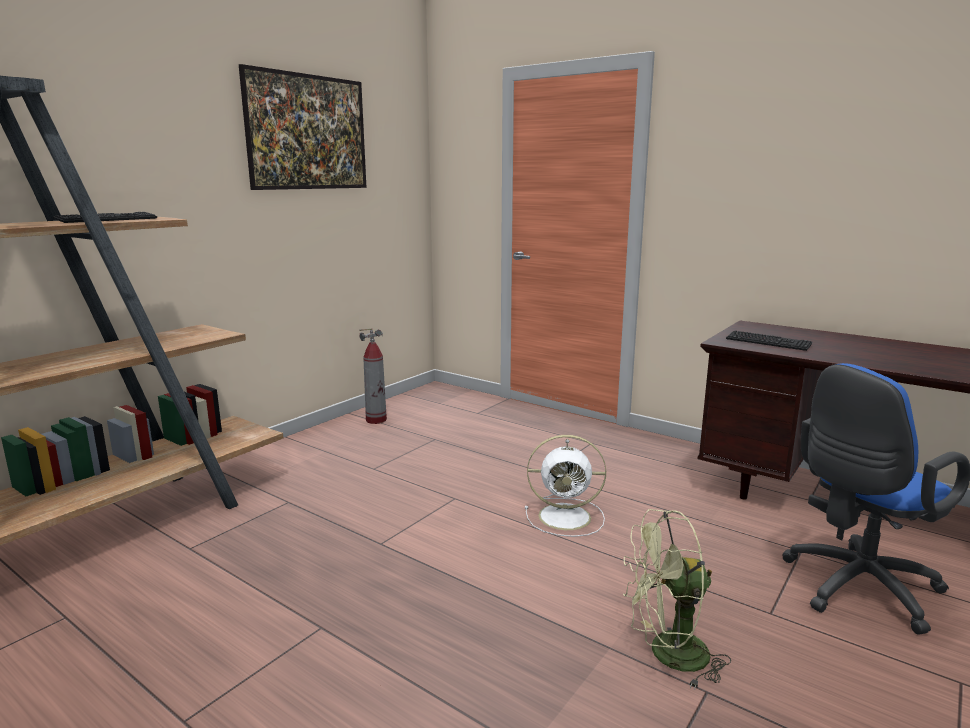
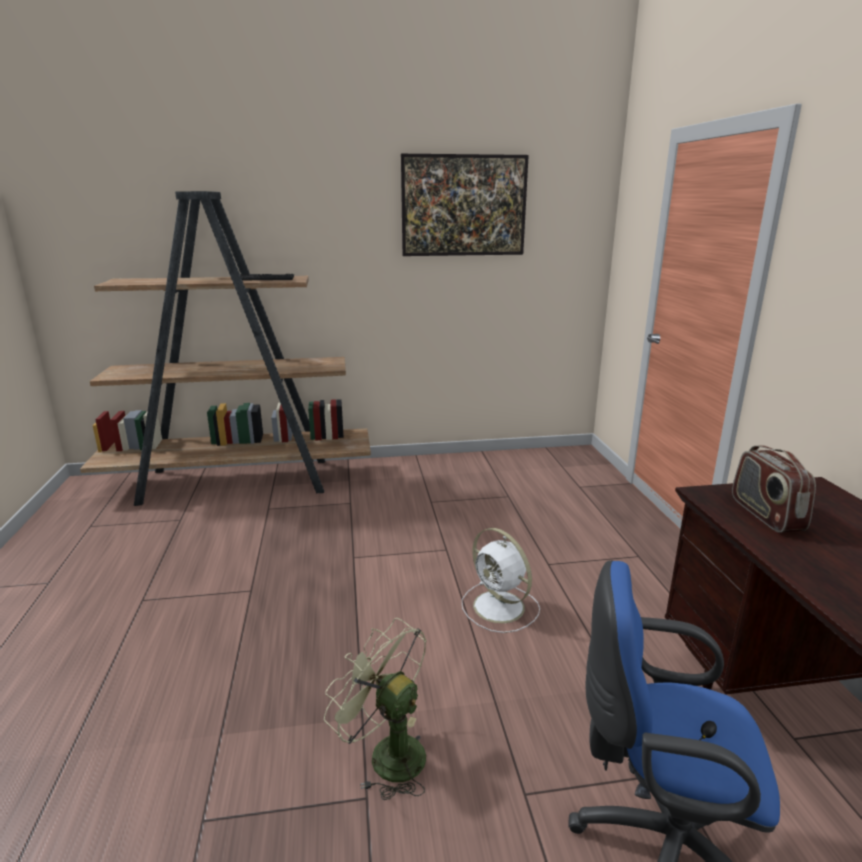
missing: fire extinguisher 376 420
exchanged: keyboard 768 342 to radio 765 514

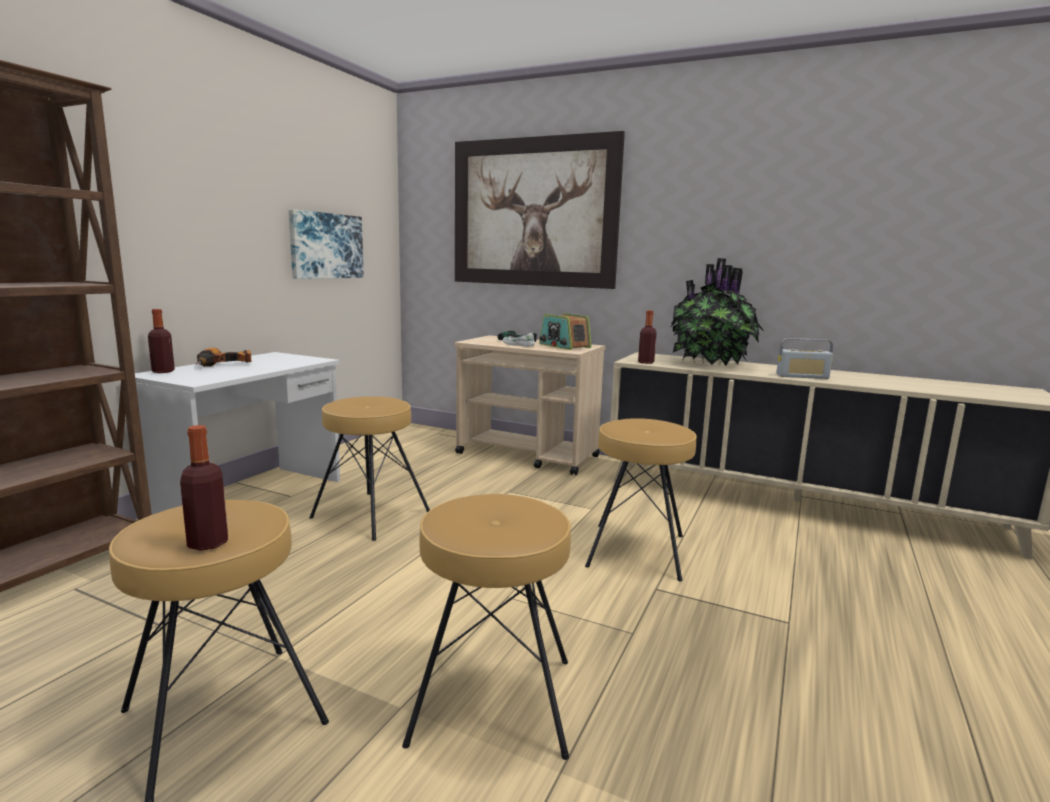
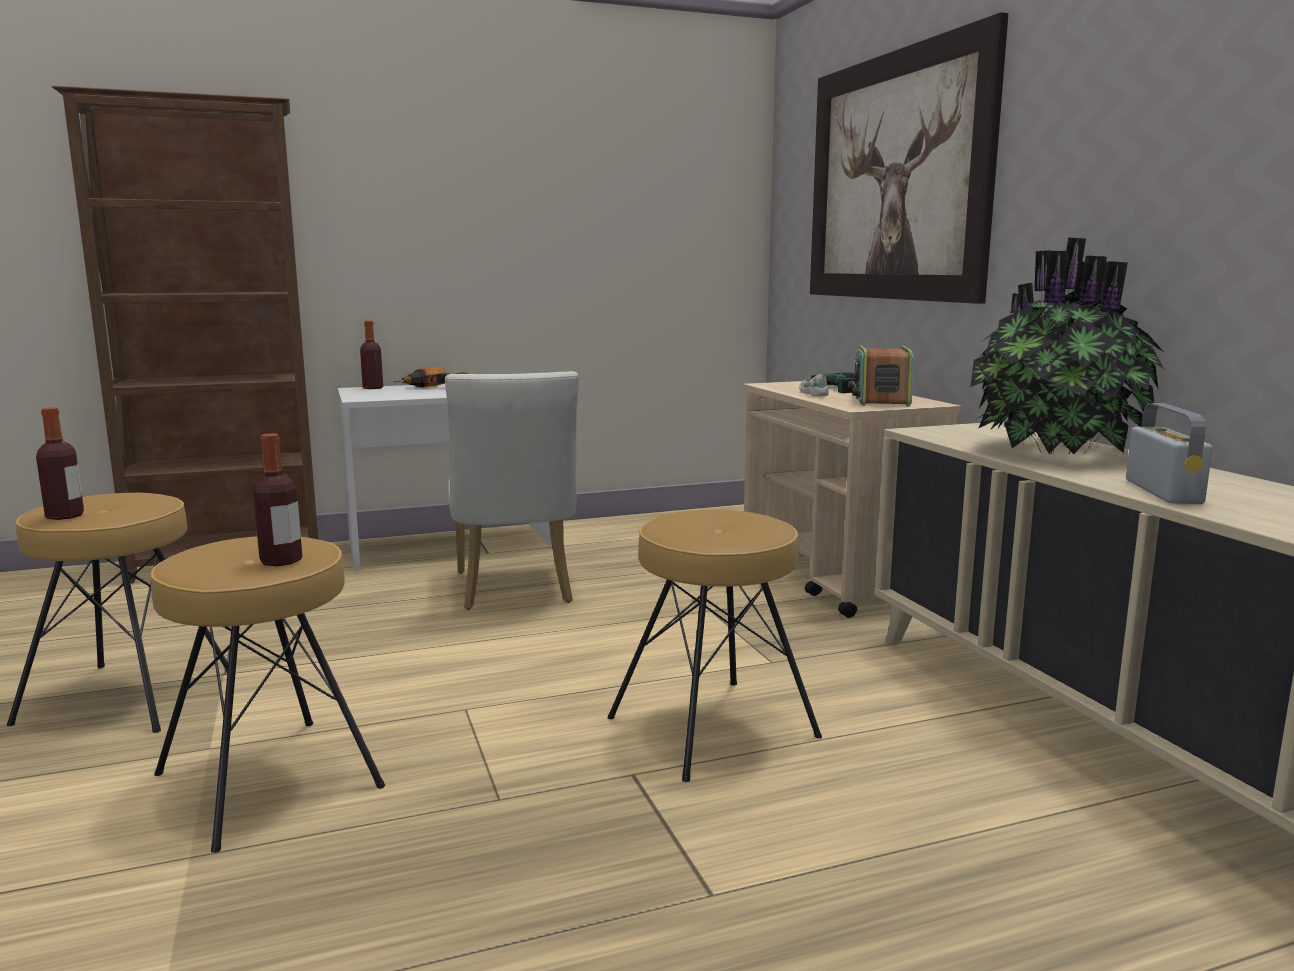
missing: picture 326 246
relocated: bottle 646 362 to 281 561
exchanged: stool (brown) 370 515 to chair (white) 515 590
spun: radio 802 376 = 1162 491 135 degrees counterclockwise

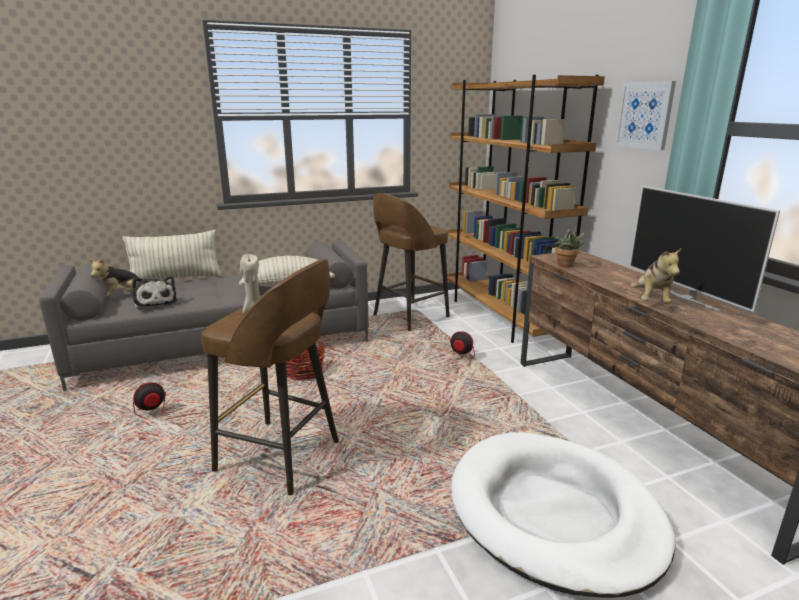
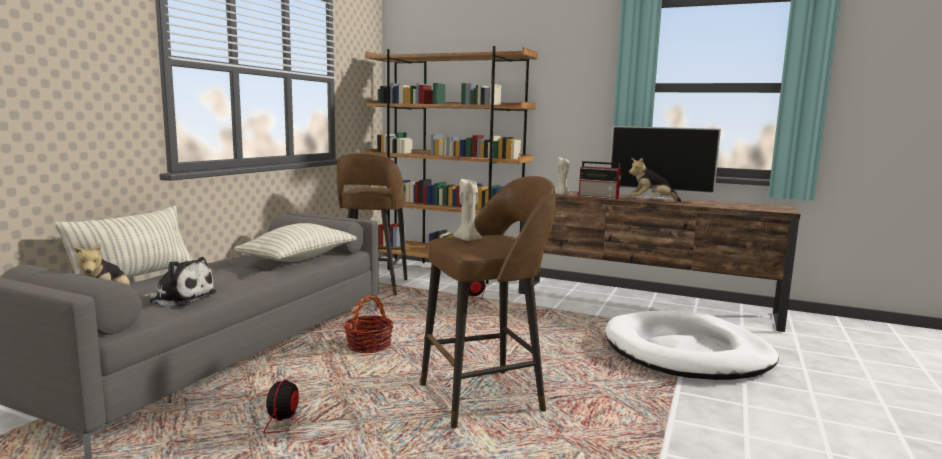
missing: picture 645 115
appeared: radio 599 197
exchanged: potted plant 566 266 to candle (beige) 561 194
spun: plush toy 651 301 = 651 201 120 degrees clockwise

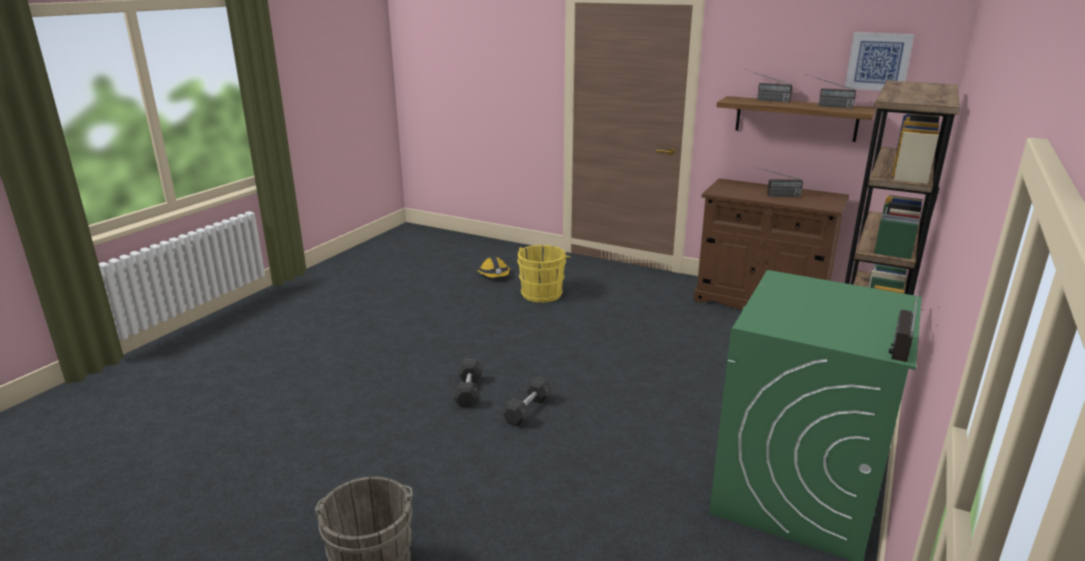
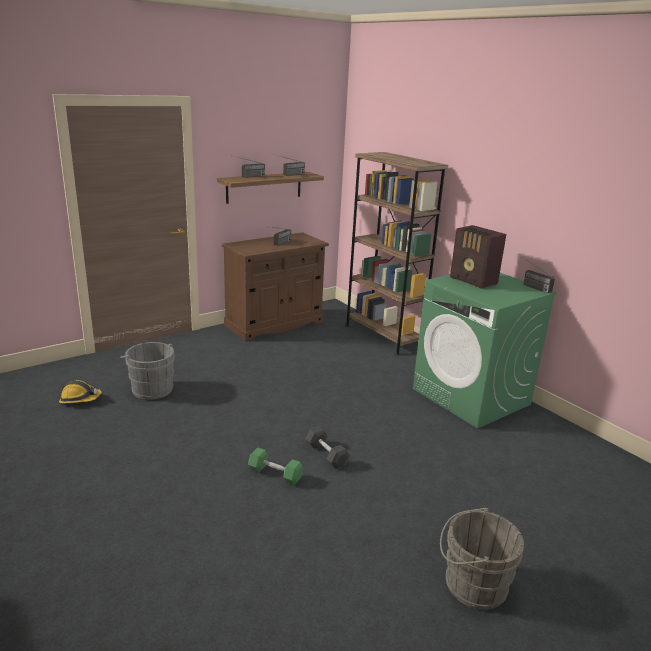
missing: picture 878 61
appeared: radio 473 281
colour: bucket (yellow) 543 293 to bucket (grey) 151 388; dumbbell (grey) 468 392 to dumbbell (green) 275 474

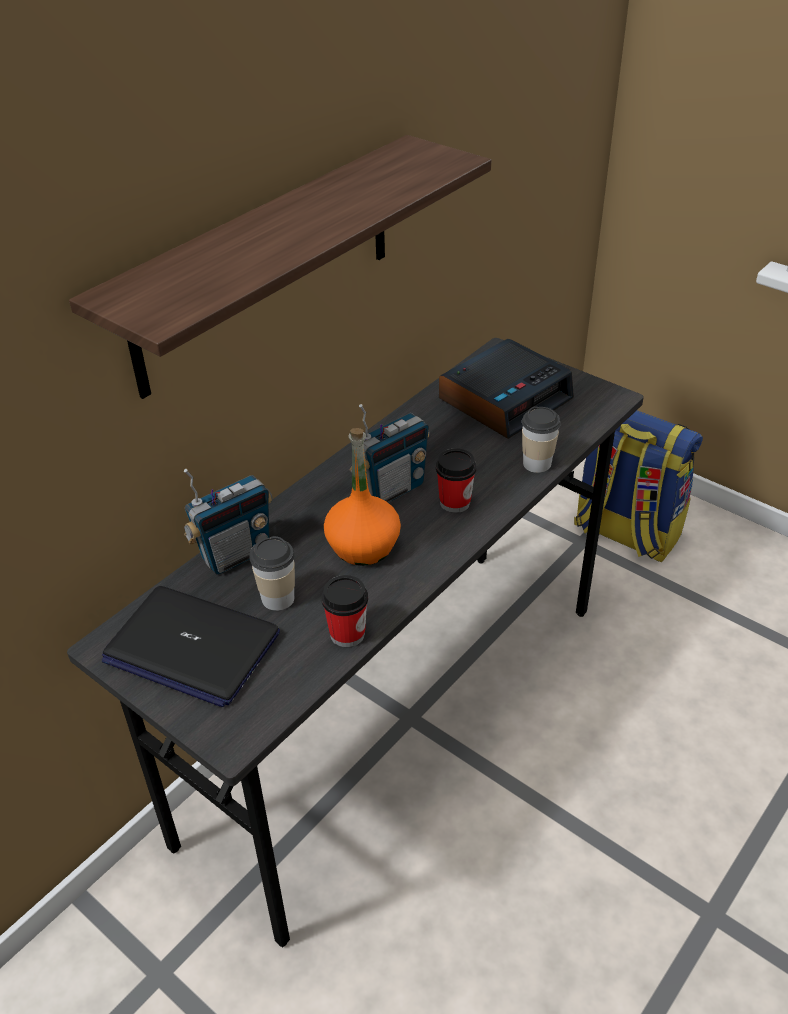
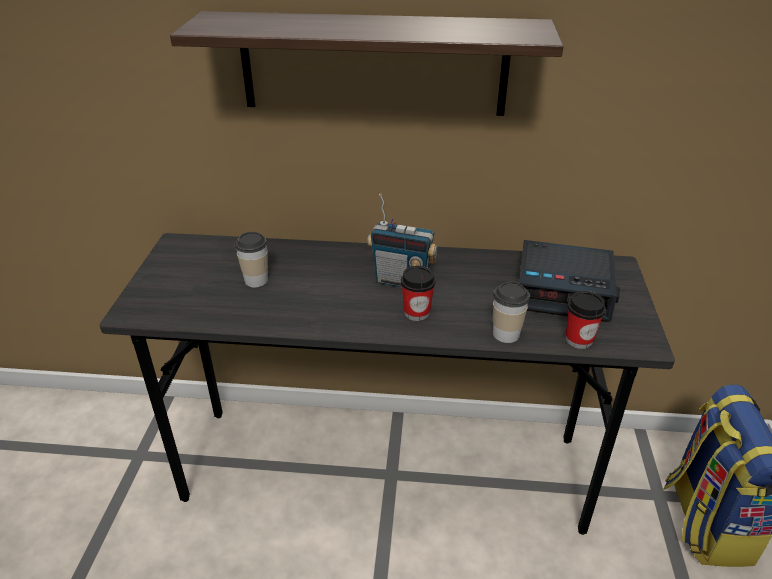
missing: laptop 191 647; radio 235 555; bottle (orange) 363 546
relocated: cup 347 634 to 579 339

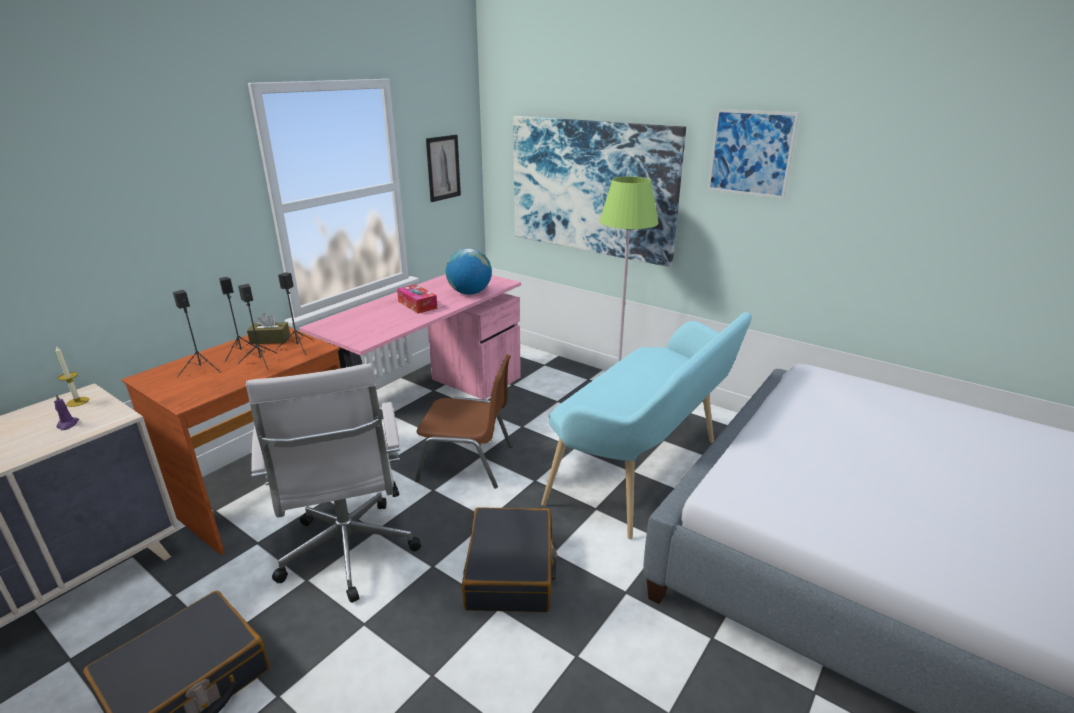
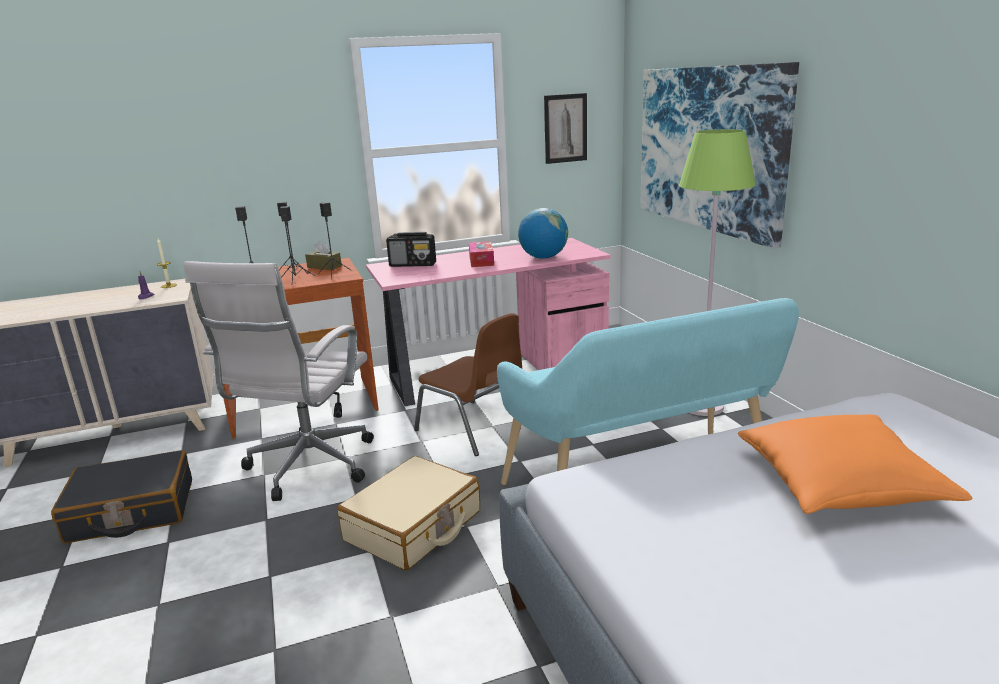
missing: picture 750 153
appeared: radio 413 264; pillow (orange) 840 485
colour: suitcase (black) 511 571 to suitcase (beige) 413 526

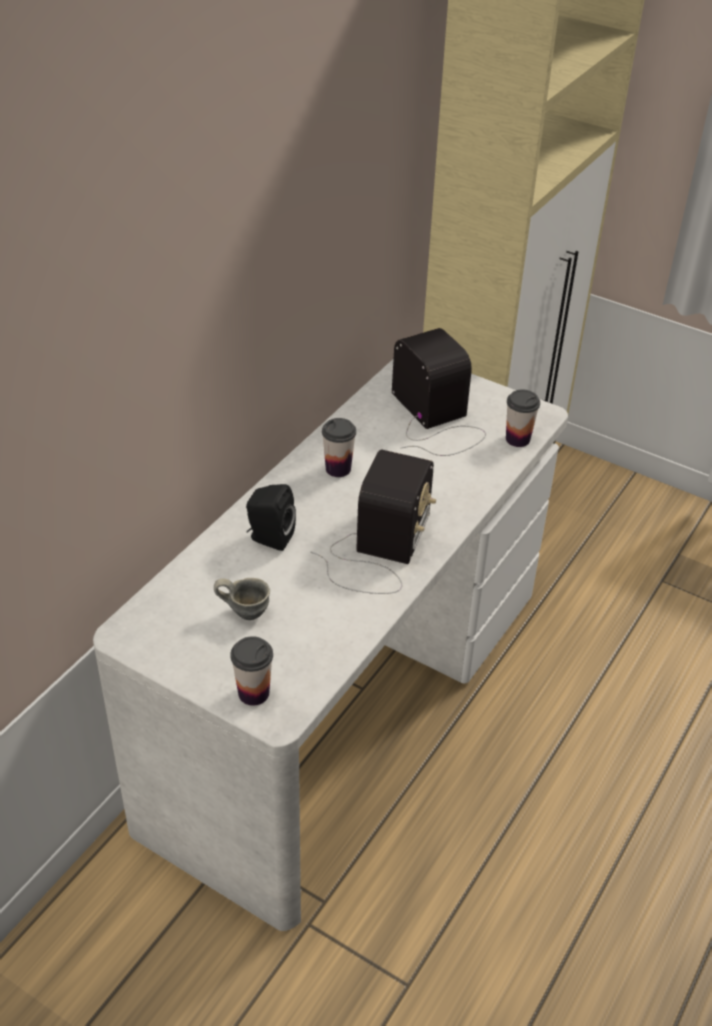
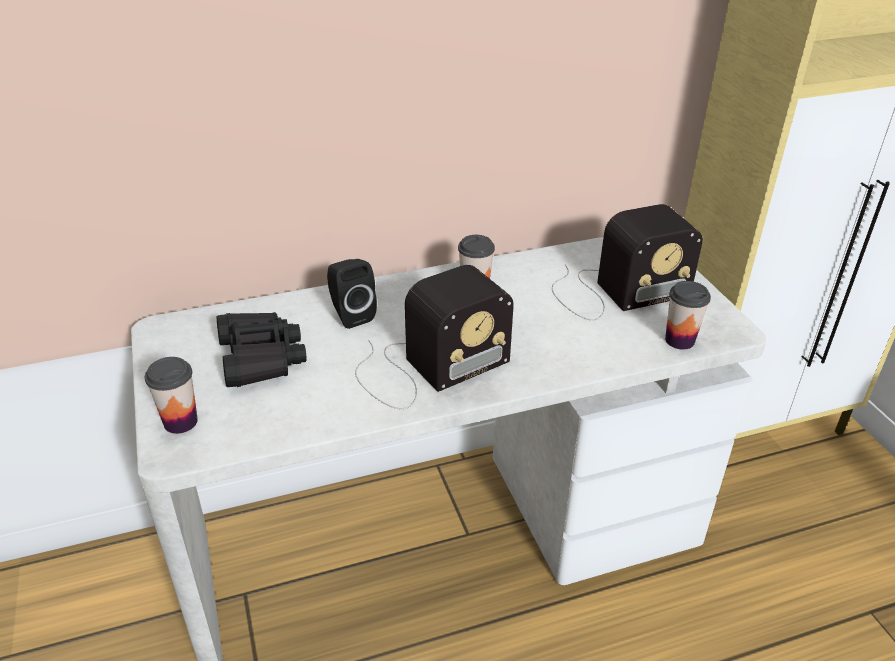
exchanged: mug (grey) 245 611 to binoculars (black) 260 358
spun: radio 437 420 = 614 292 60 degrees clockwise

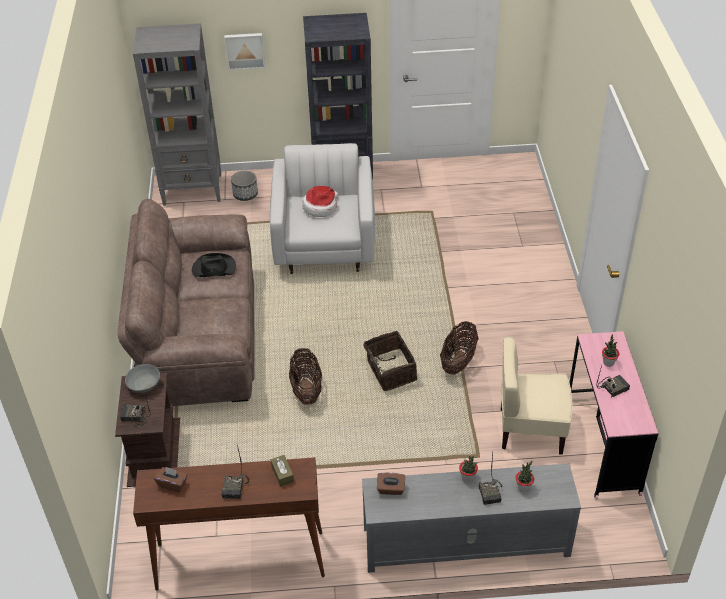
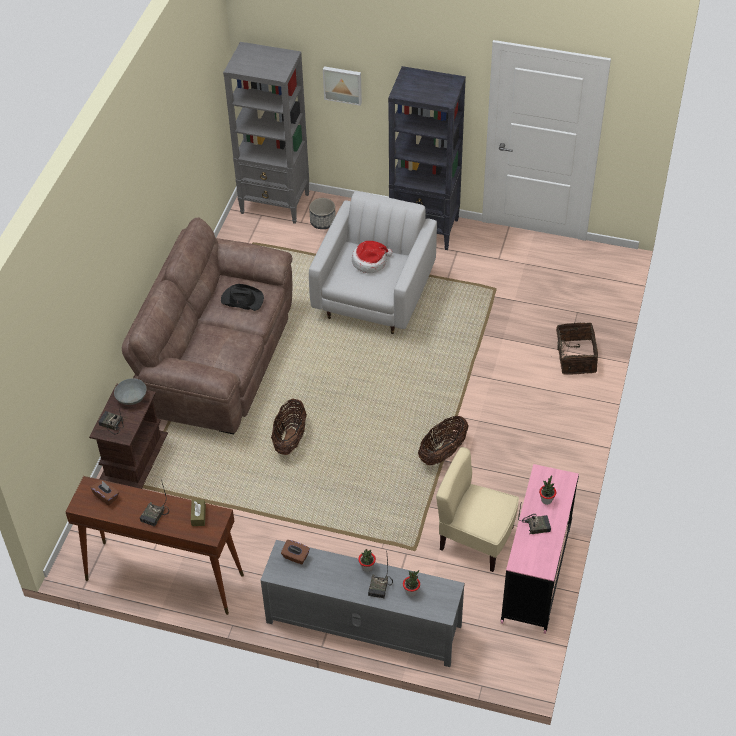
relocated: basket 390 371 to 574 358

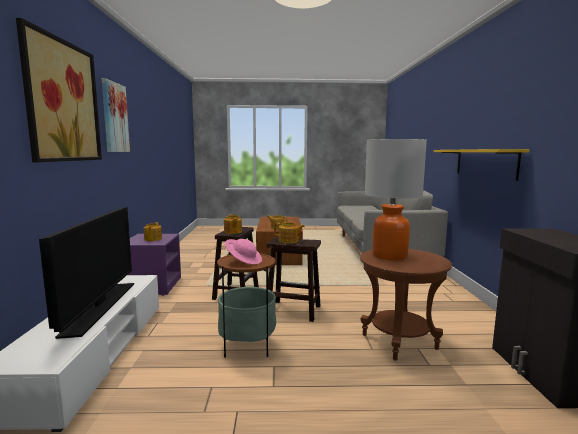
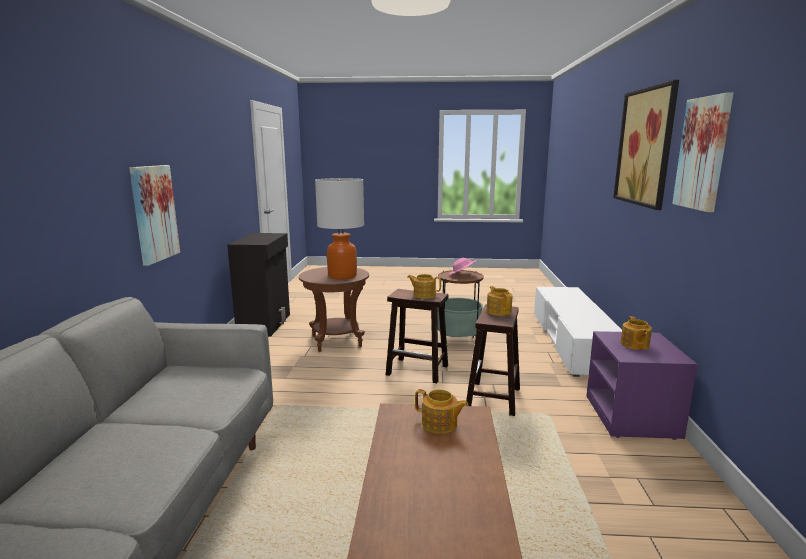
missing: television 100 307
exchanged: shelf (yellow) 485 163 to picture 154 213

